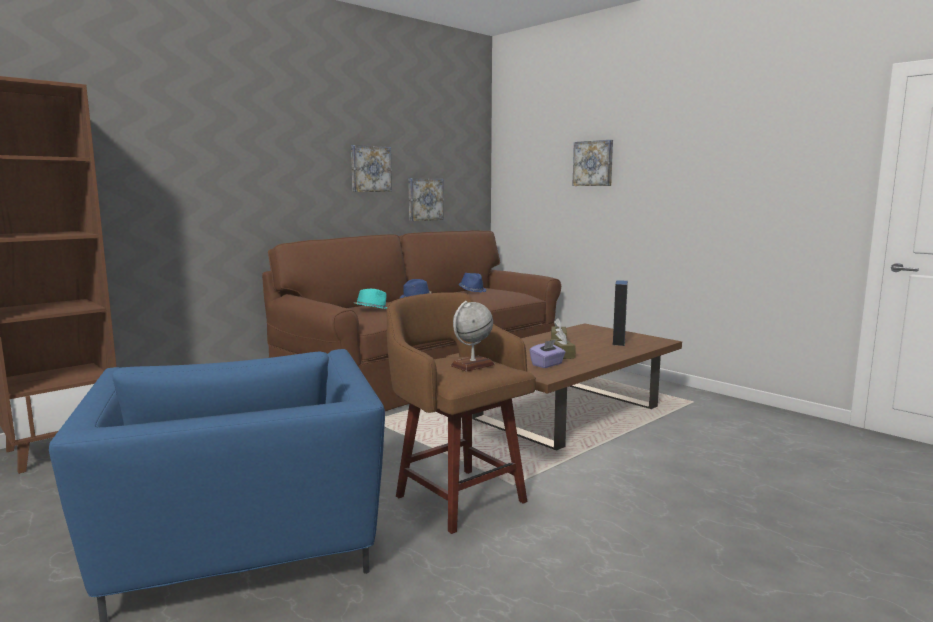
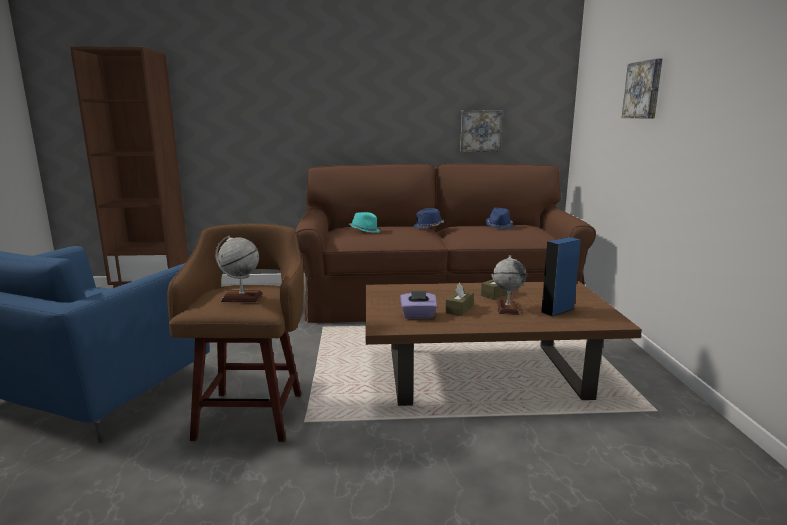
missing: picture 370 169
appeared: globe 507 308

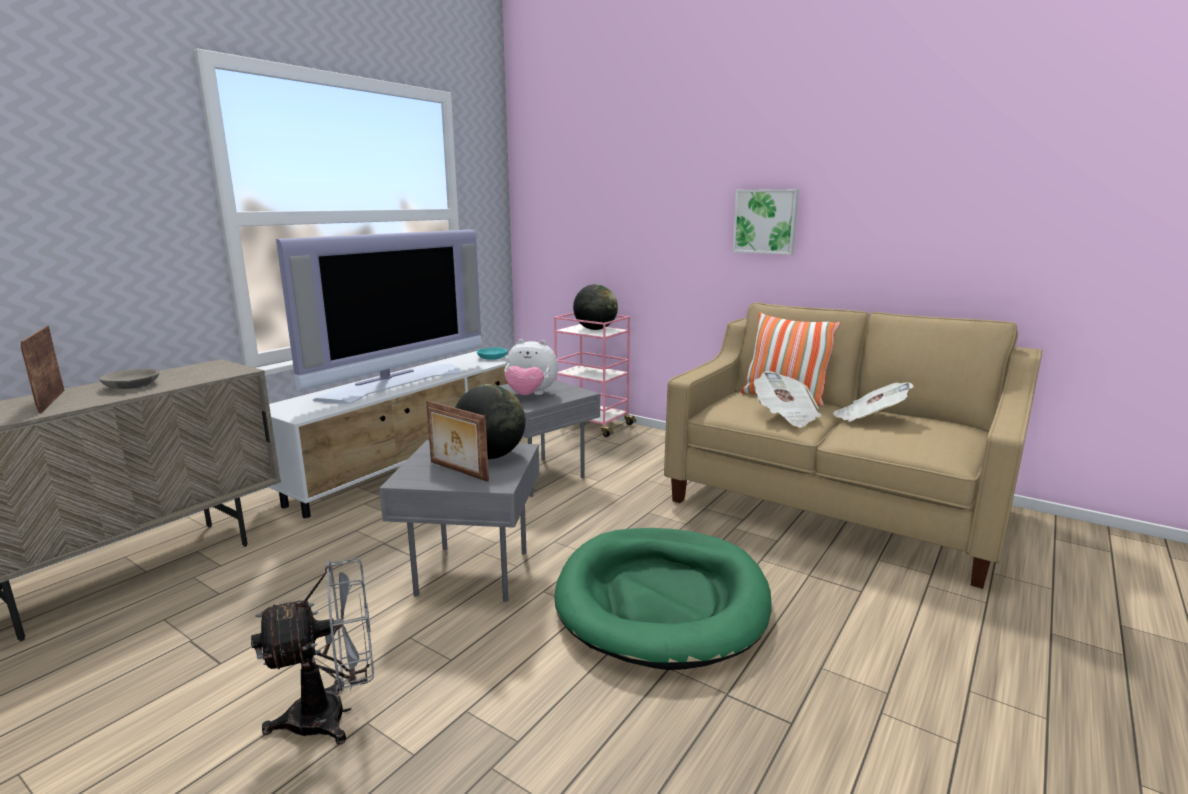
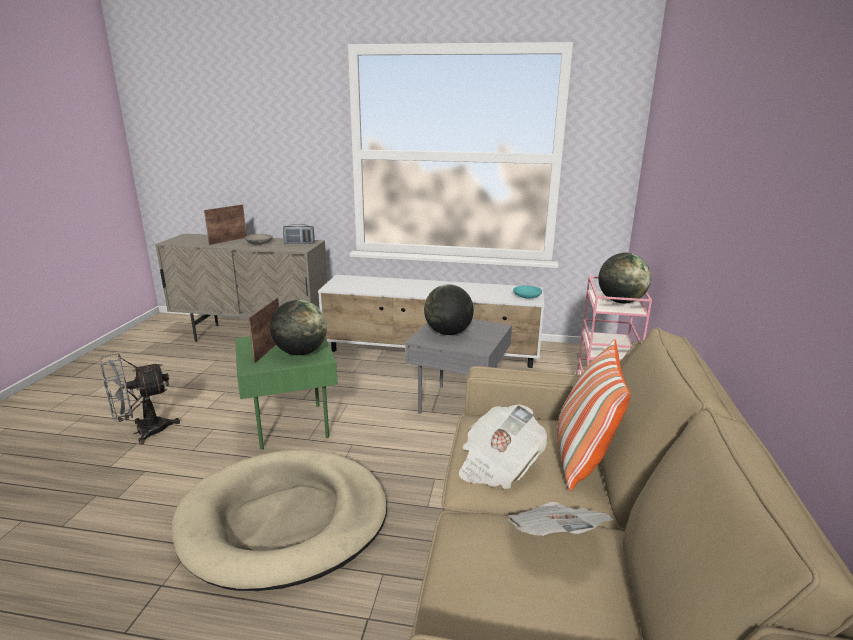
missing: television 394 382; picture 765 221
appeared: radio 299 243
exchanged: plush toy 530 395 to globe 448 333
colour: dog bed (green) 662 600 to dog bed (beige) 284 521; side table (grey) 469 574 to side table (green) 289 425
spun: fan (grey) 334 714 = 143 432 105 degrees clockwise

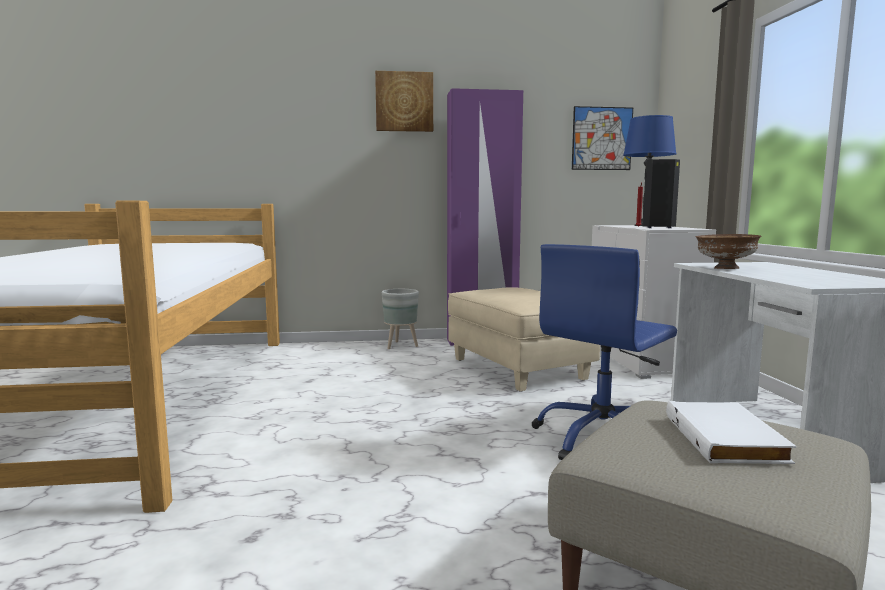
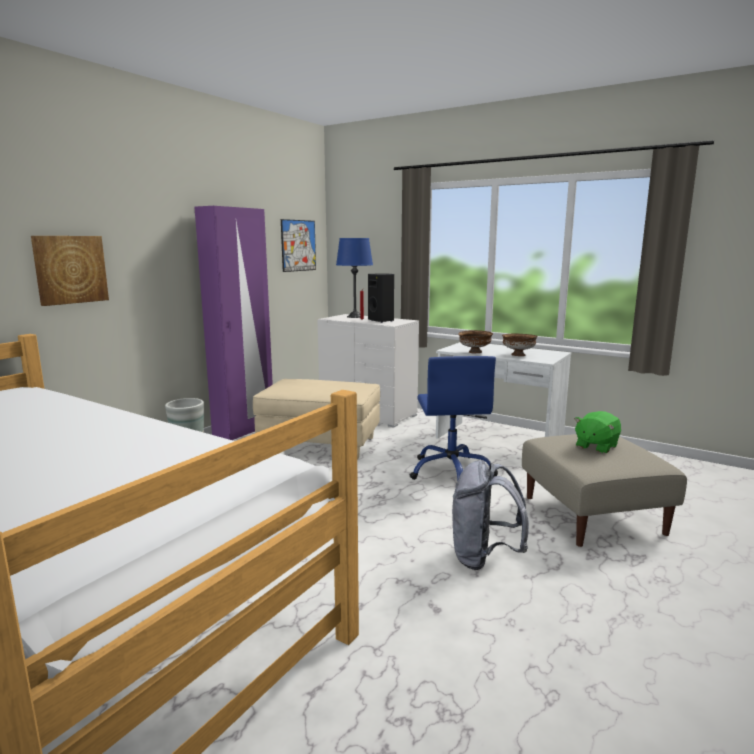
appeared: backpack (grey) 483 558; bowl (brown) 518 355
relocated: picture 404 102 to 70 269
exchanged: book (white) 727 439 to plush toy (green) 596 446

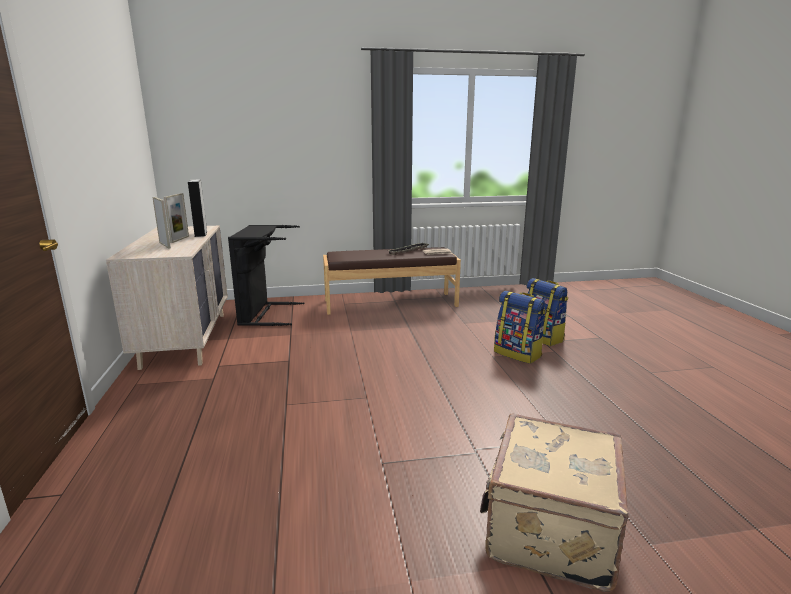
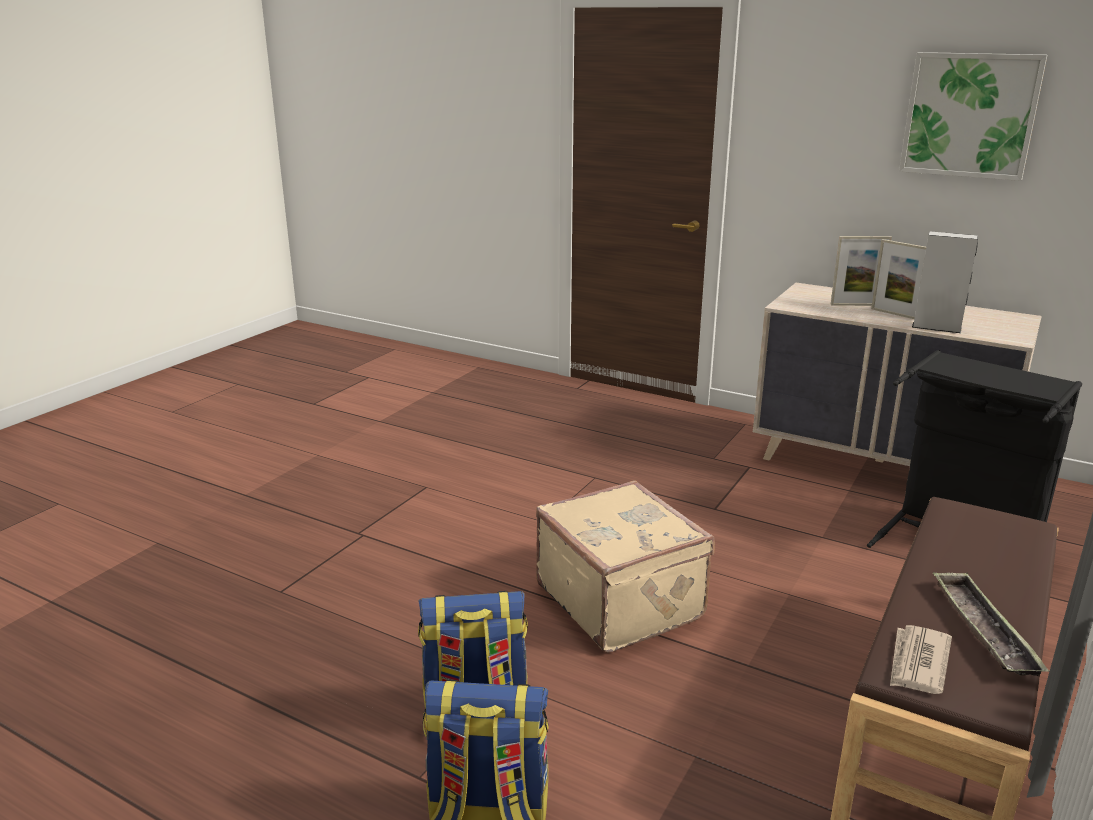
appeared: picture 970 115
relocated: suitcase (beige) 548 529 to 621 600

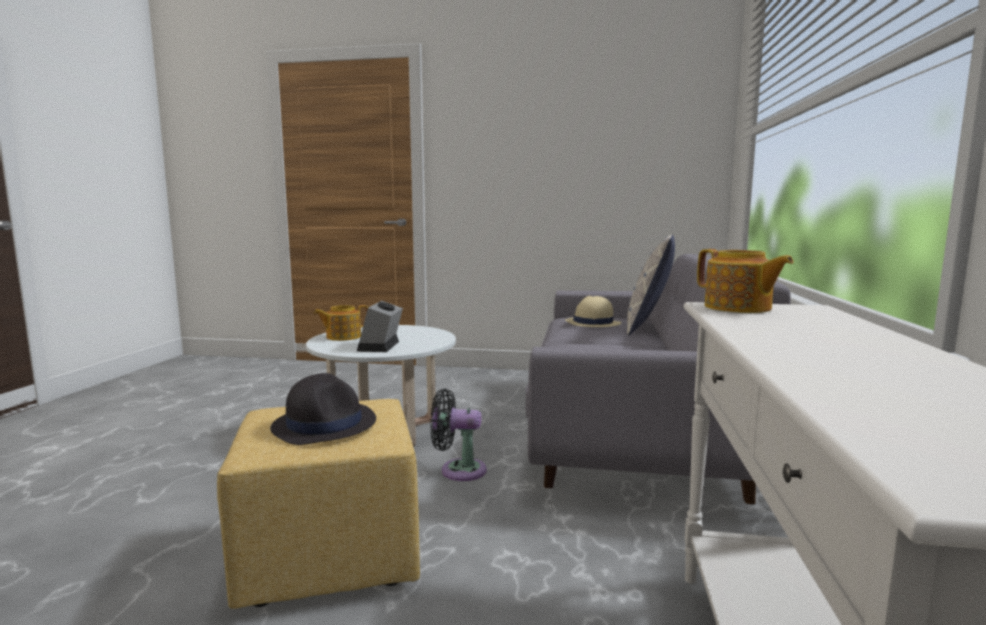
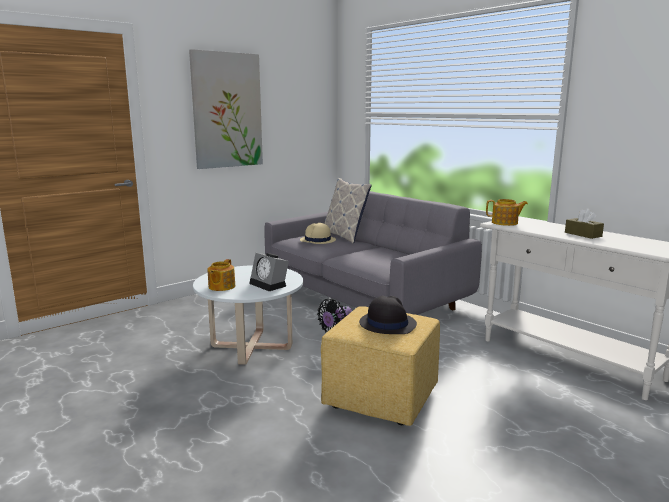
appeared: picture 227 110; tissue box (brown) 583 234

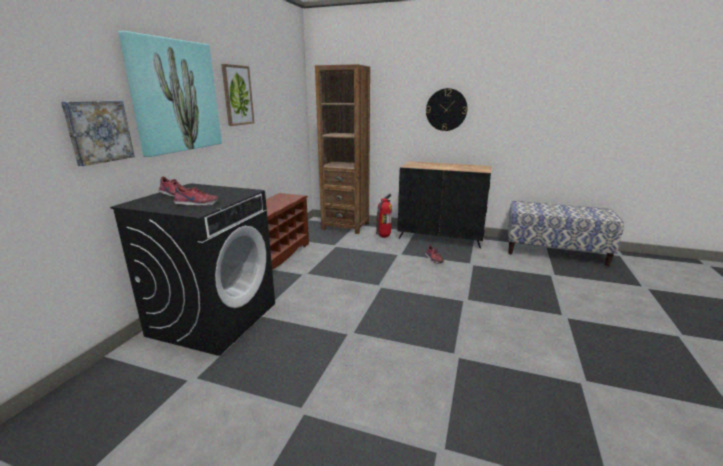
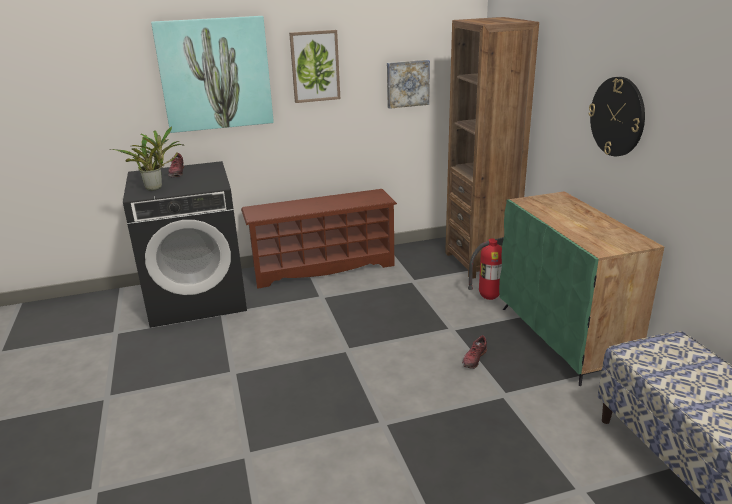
relocated: picture 98 131 to 407 83
exchanged: shoe 196 204 to potted plant 156 188
colour: cabinet (black) 441 237 to cabinet (green) 563 338

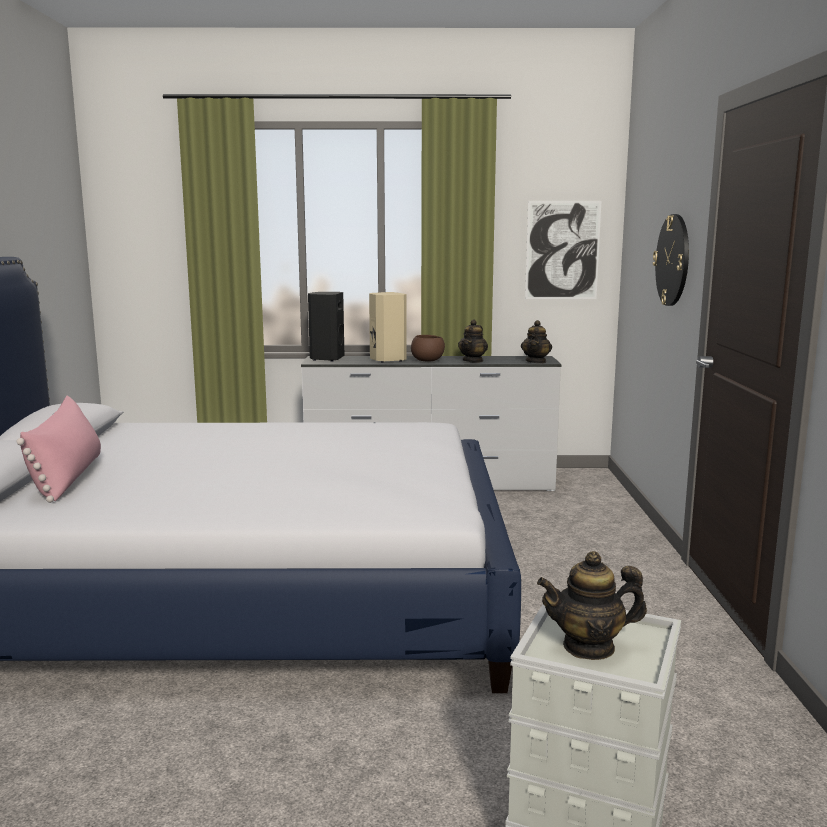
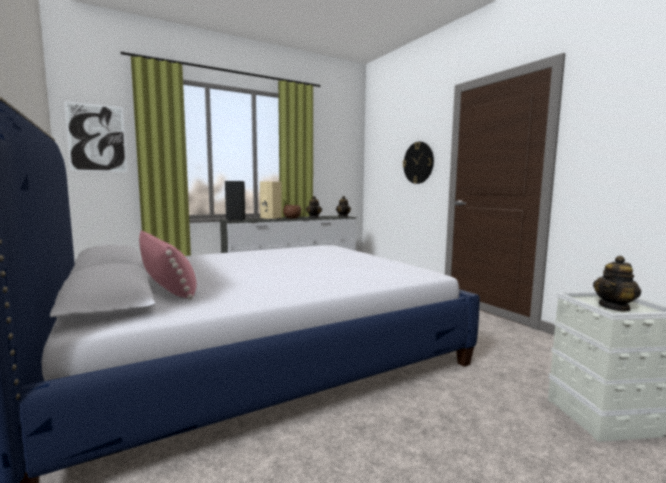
relocated: picture 562 250 to 97 138

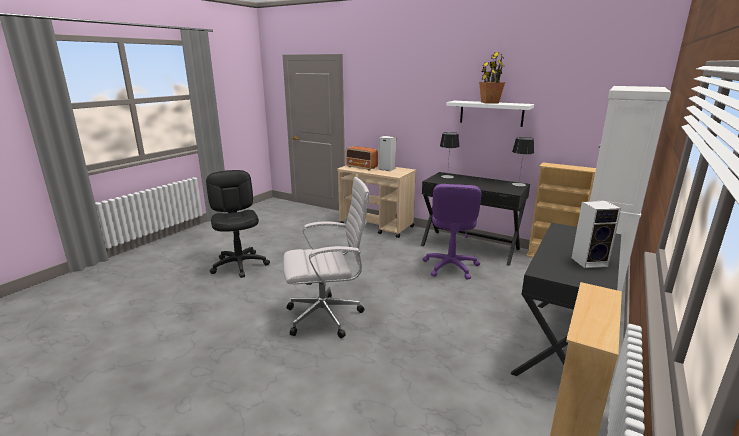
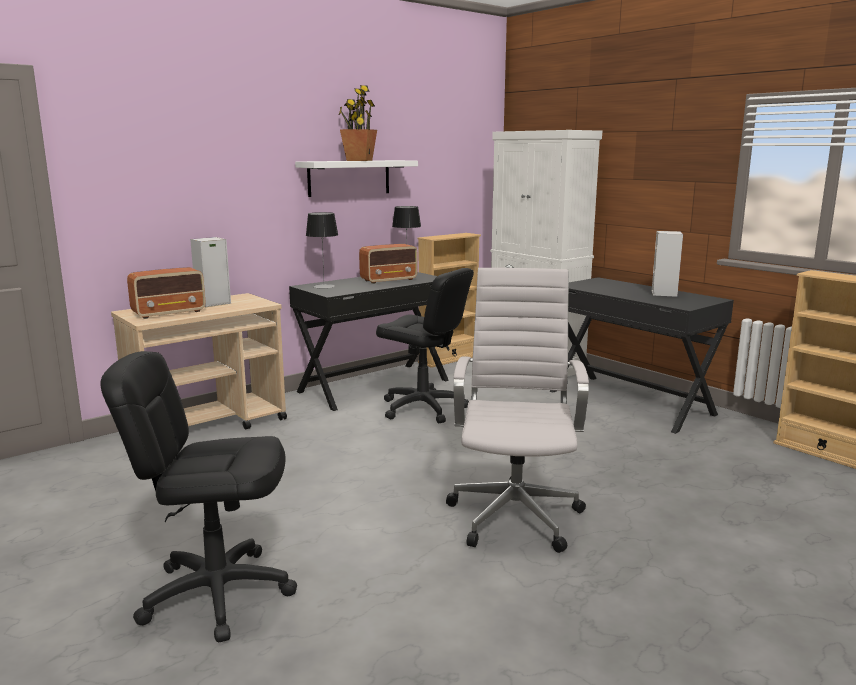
appeared: radio 389 280
colour: office chair (purple) 450 267 to office chair (black) 423 408

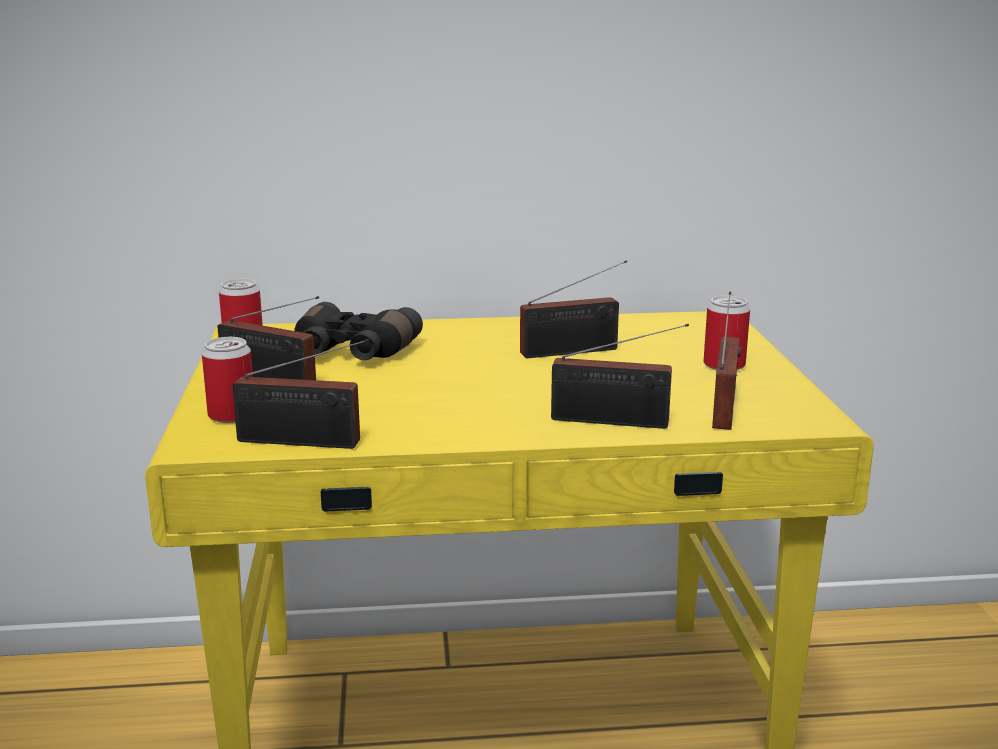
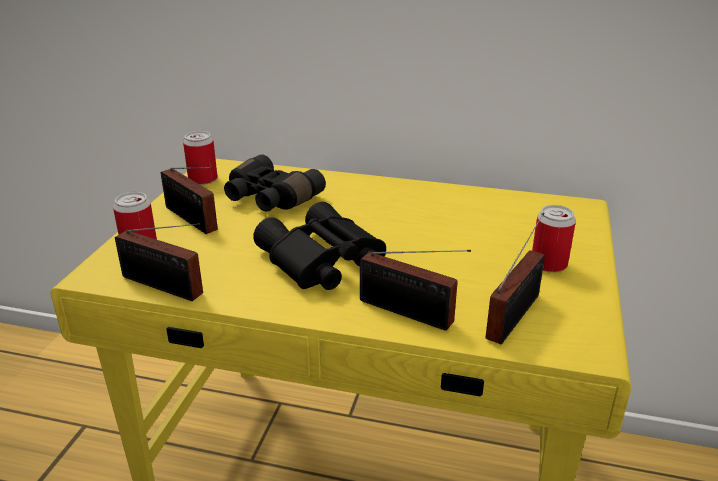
missing: radio 574 351
appeared: binoculars (black) 321 262

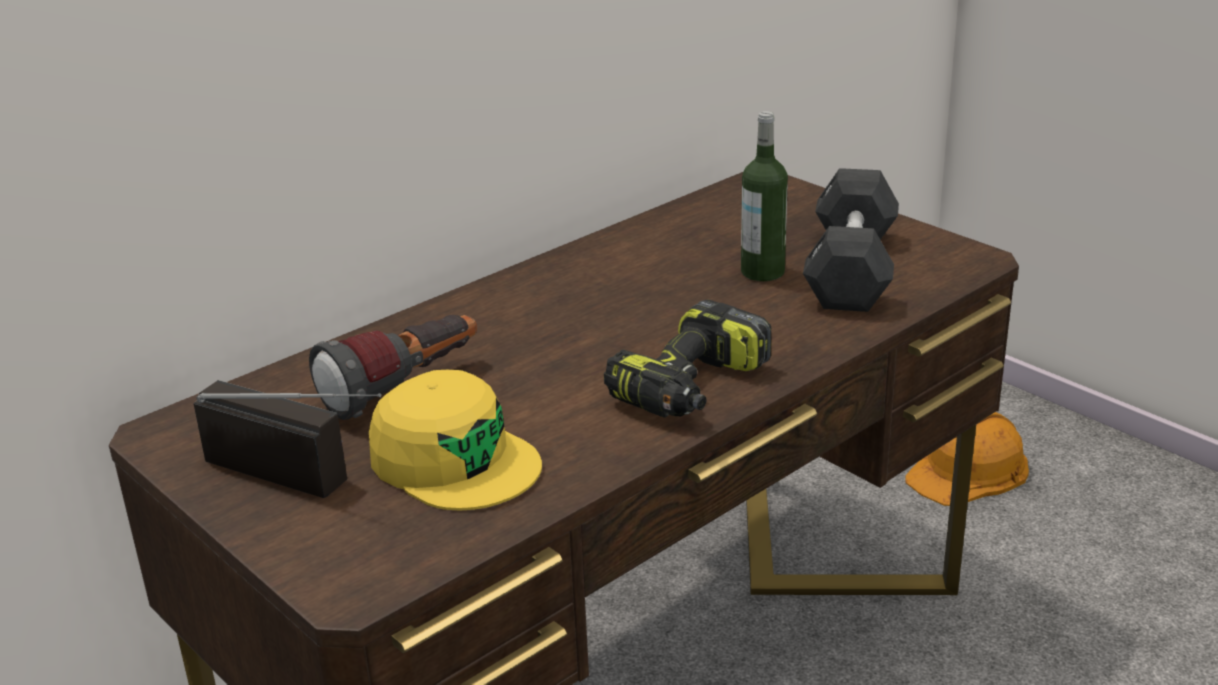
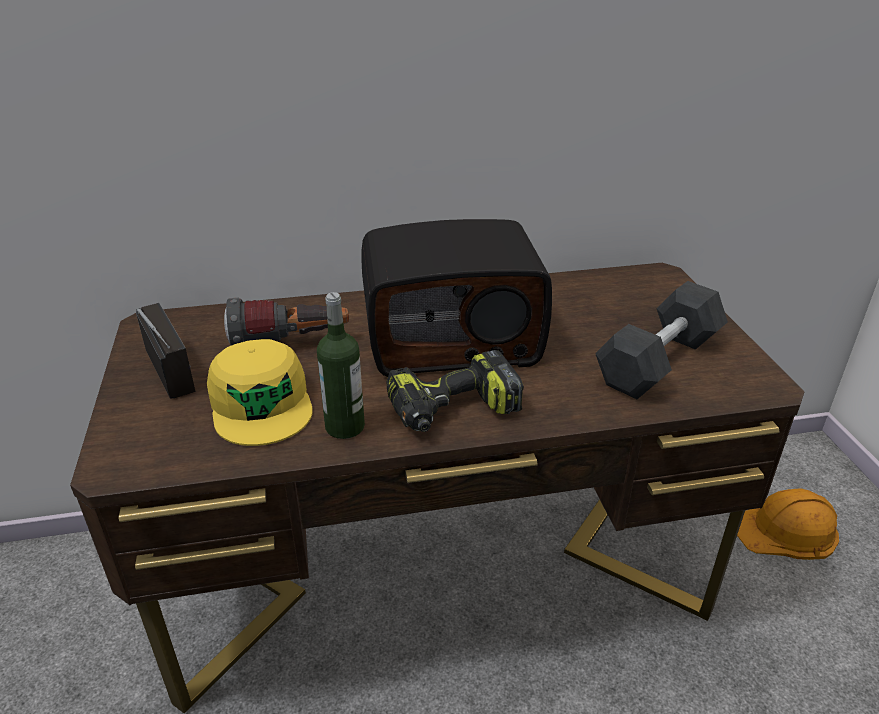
appeared: radio 452 339
relocated: bottle 762 272 to 345 426

